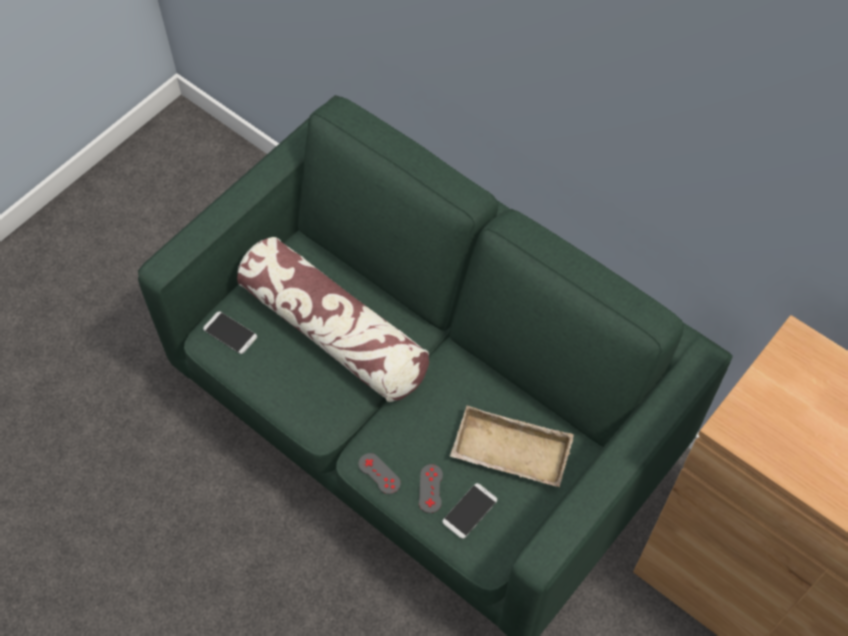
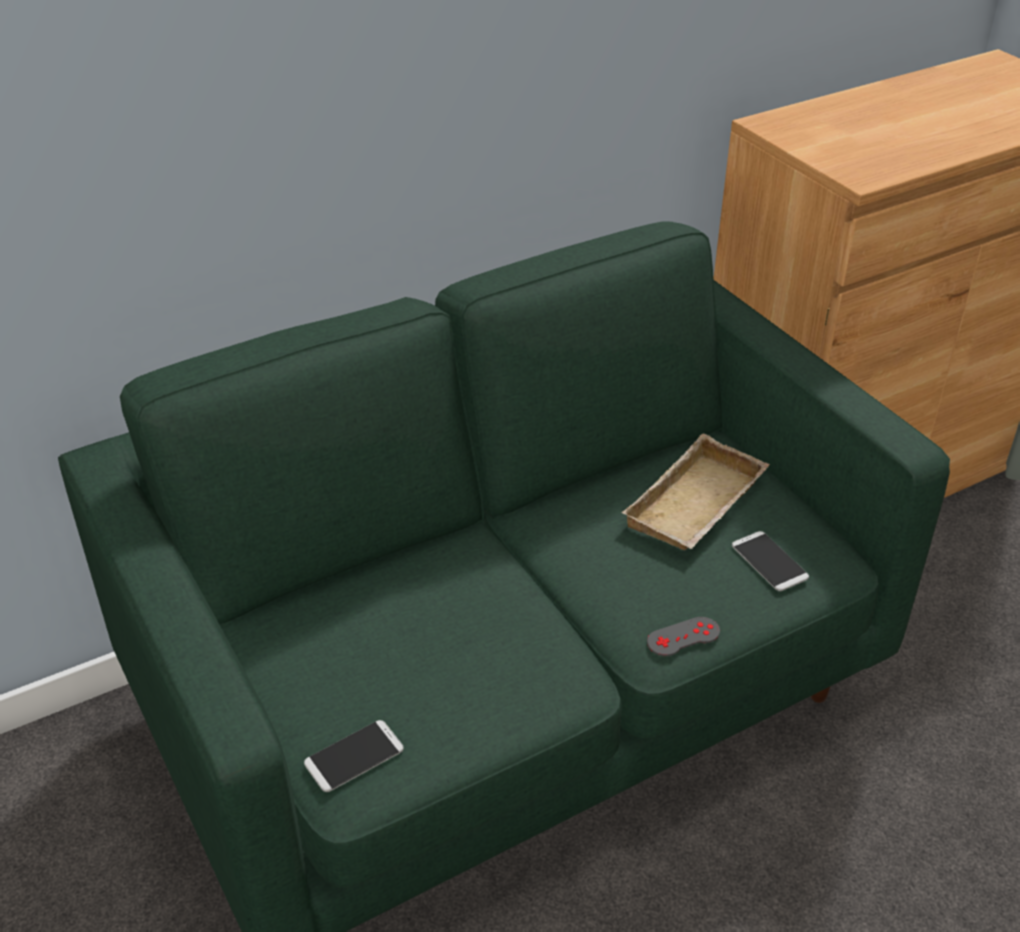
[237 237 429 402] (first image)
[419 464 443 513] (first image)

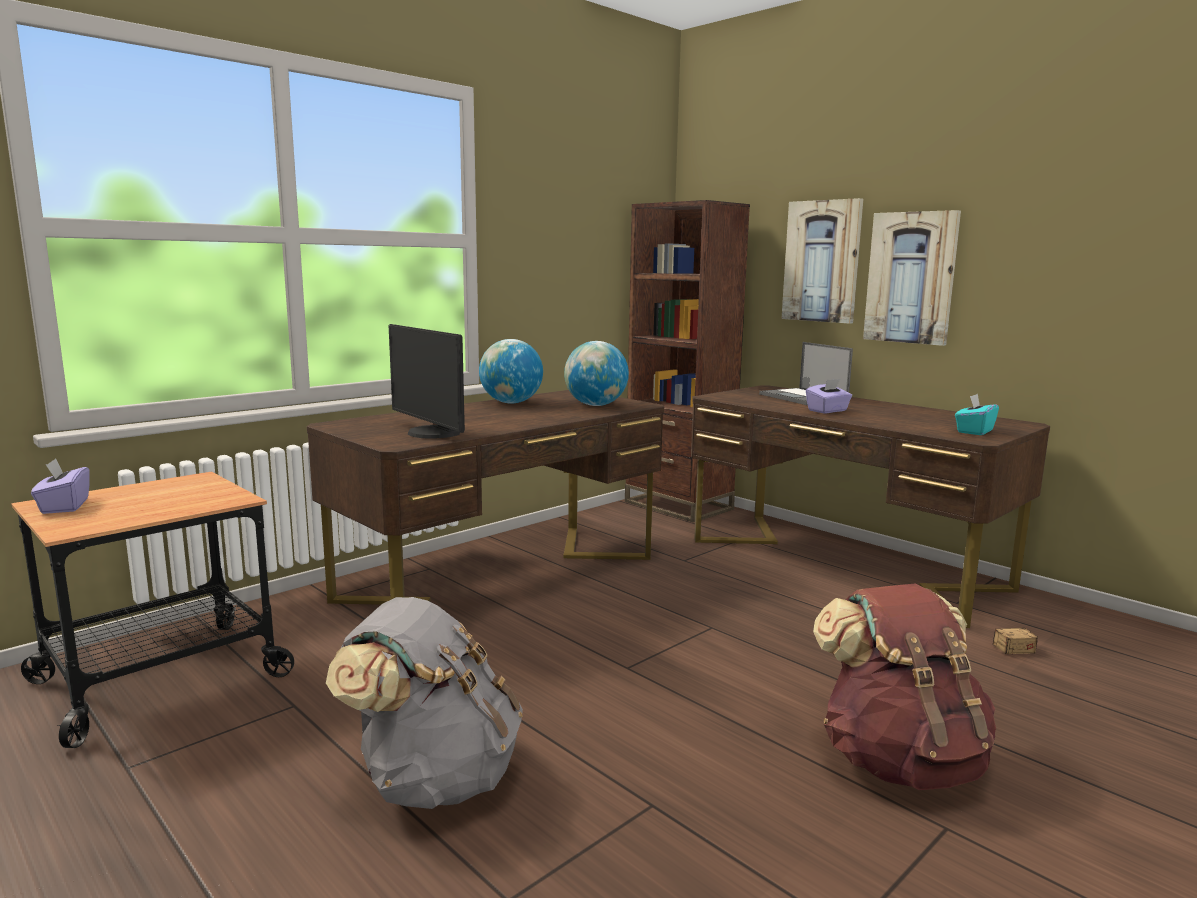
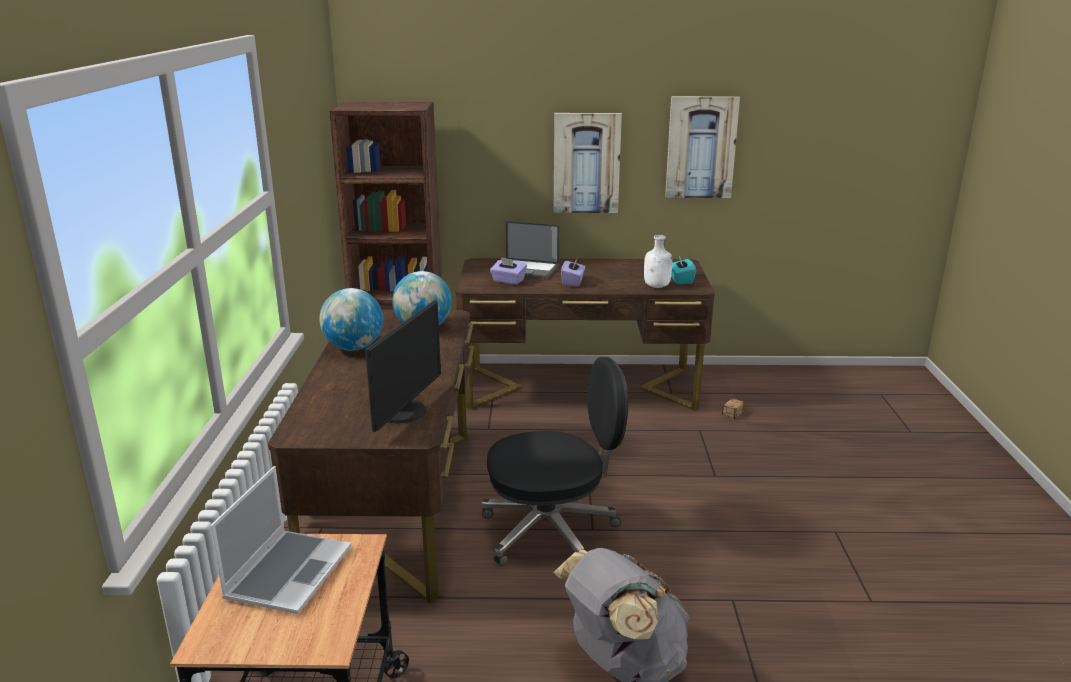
[813 583 996 790] (first image)
[210 466 351 614]
[481 357 628 566]
[644 235 672 288]
[490 257 527 285]
[665 96 740 198]
[365 300 441 432]

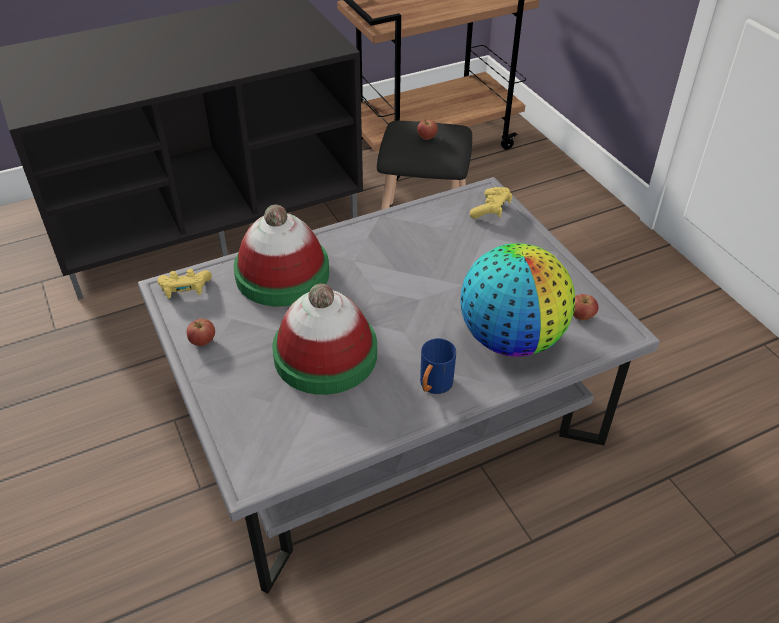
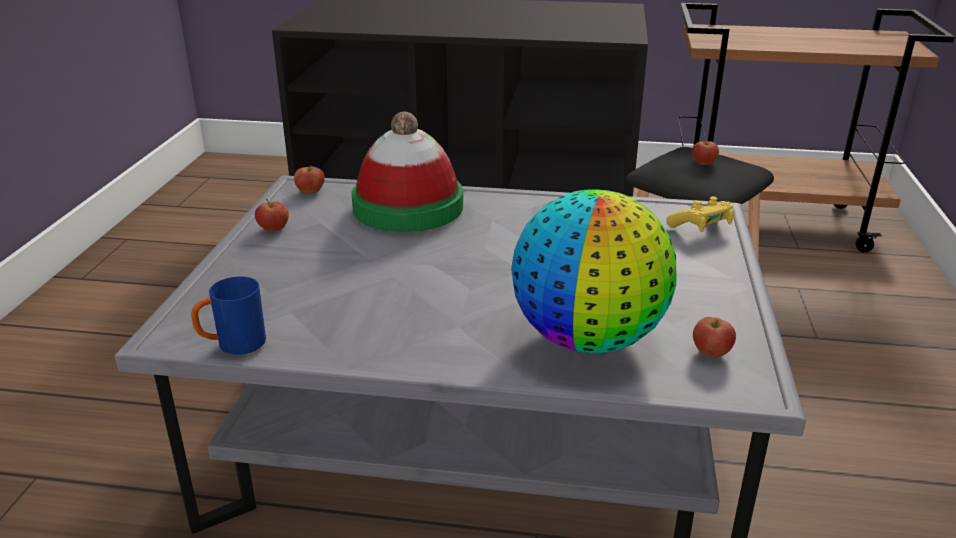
[272 284 377 395] (first image)
[191 276 266 355]
[294 165 325 194]

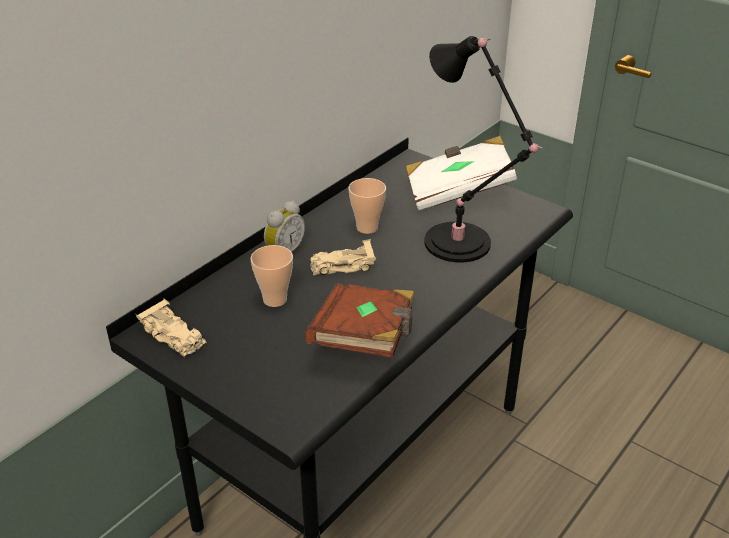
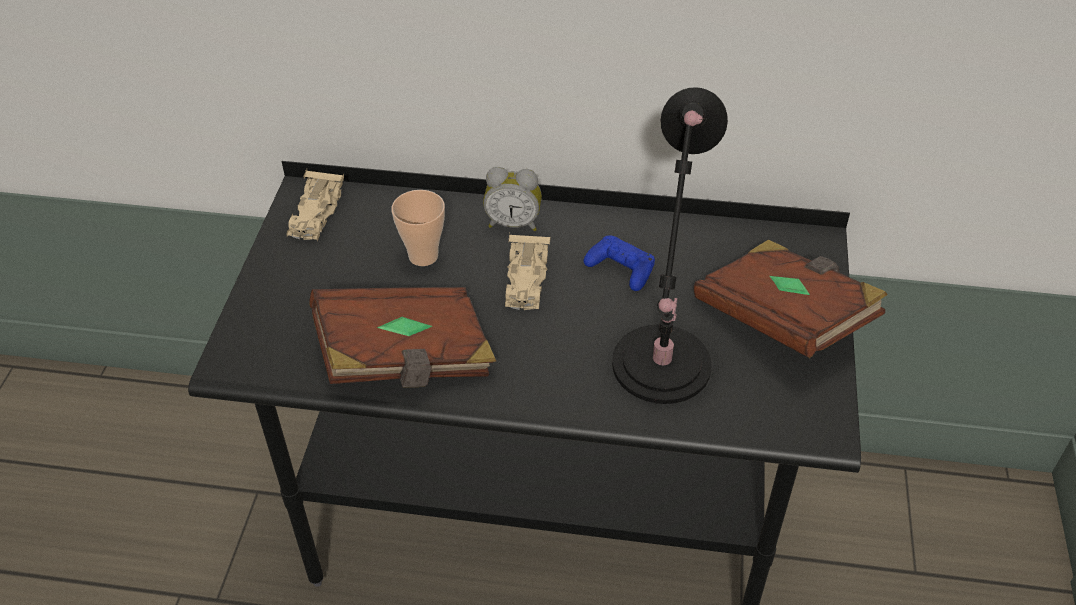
[583 235 655 291]
[694 239 888 358]
[505 233 551 310]

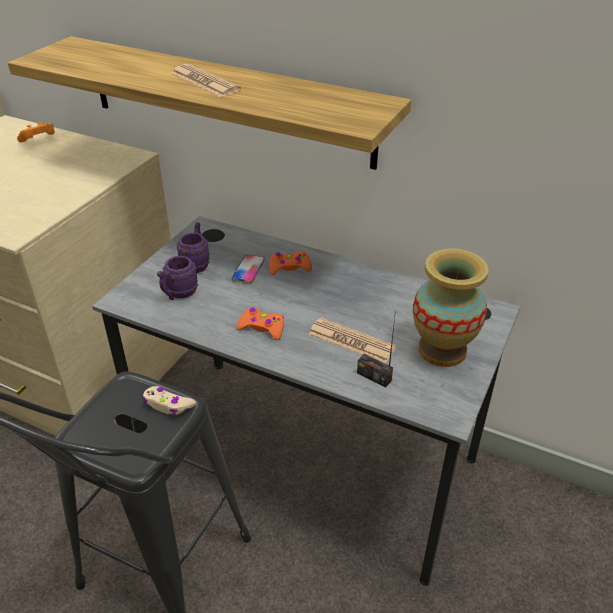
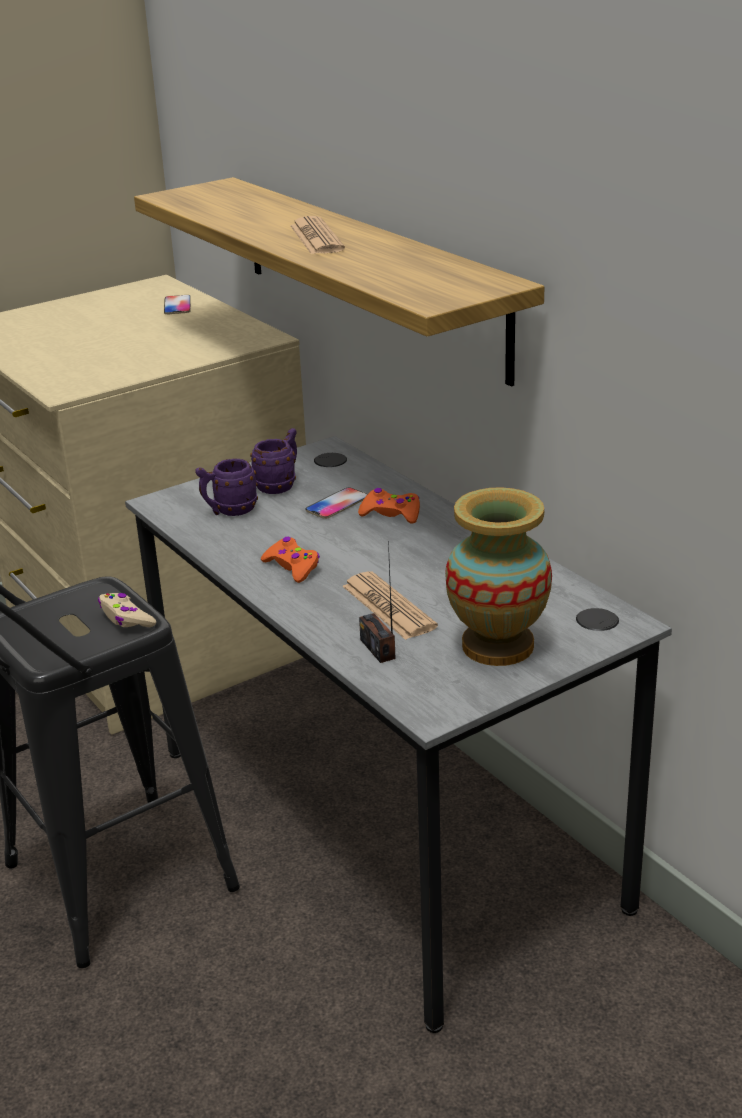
[164 295 191 314]

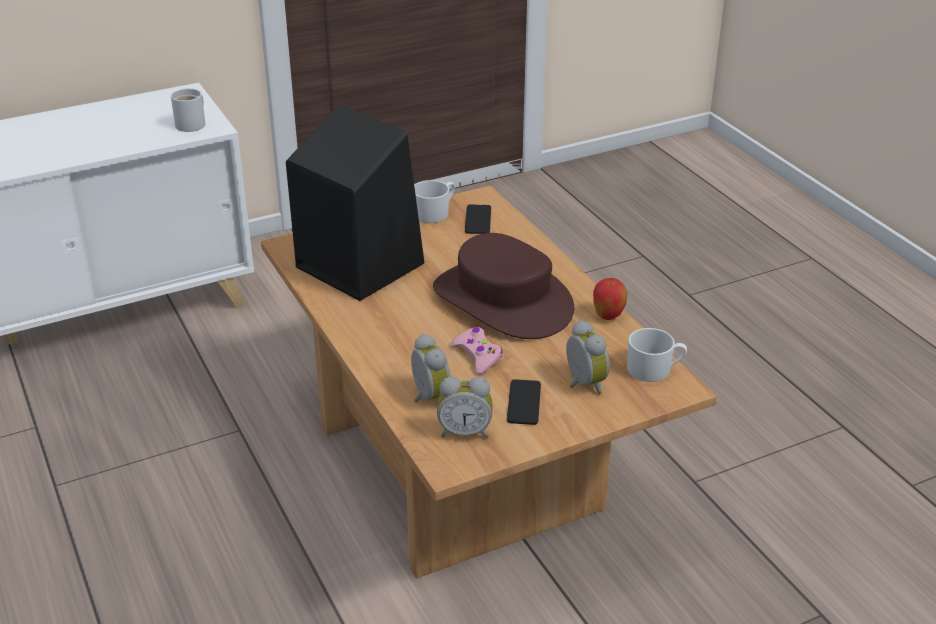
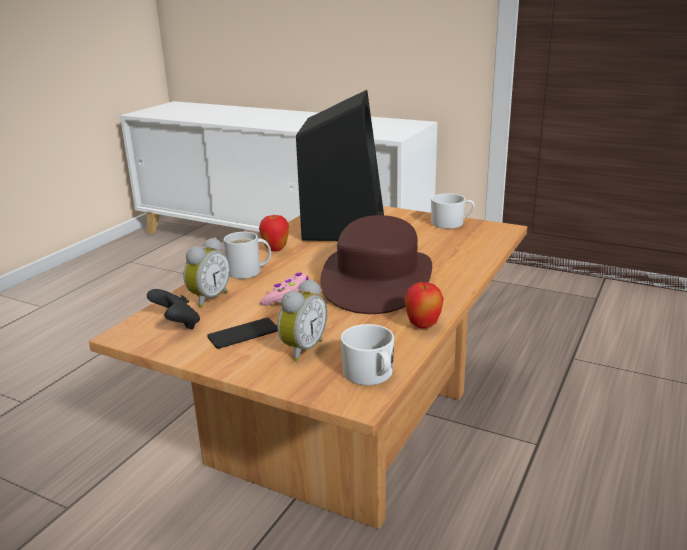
[465 205 491 234] (first image)
[259 214 289 251]
[224 232 271 279]
[147 289 200 329]

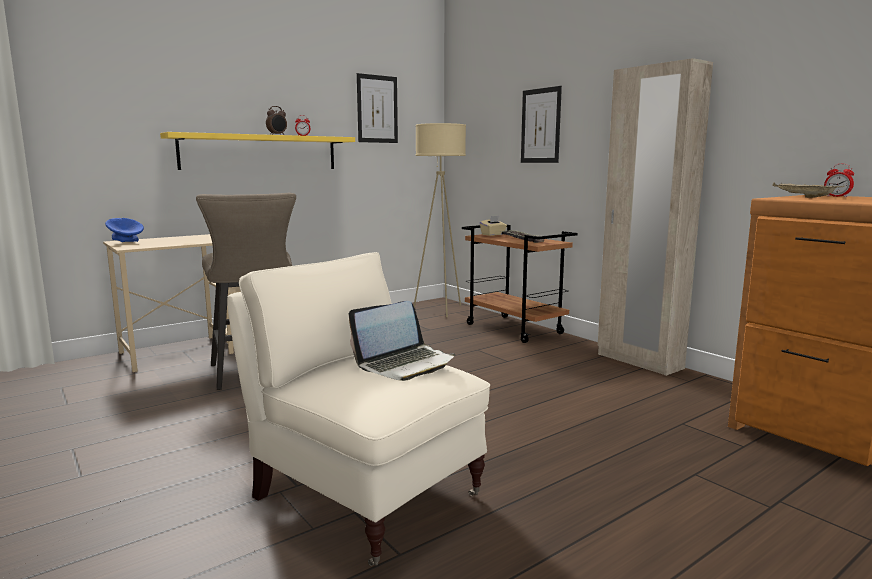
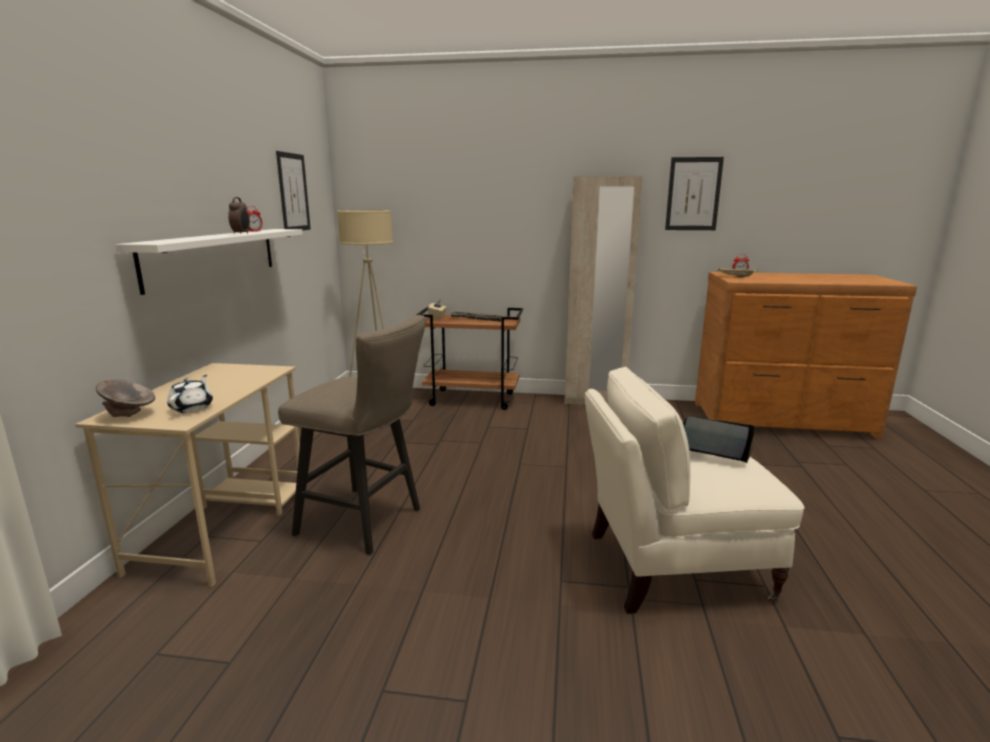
[167 375 213 413]
[665 157 724 230]
[96 380 155 417]
[116 229 303 295]
[683 416 755 463]

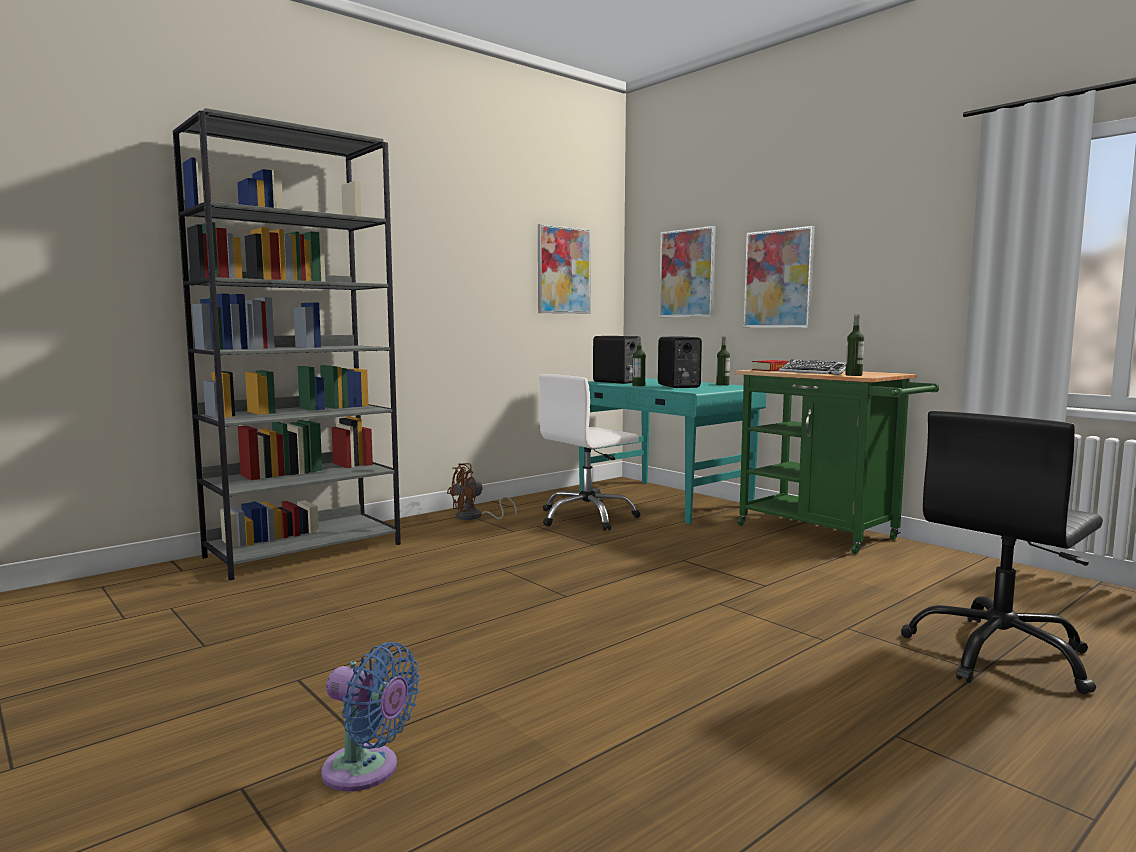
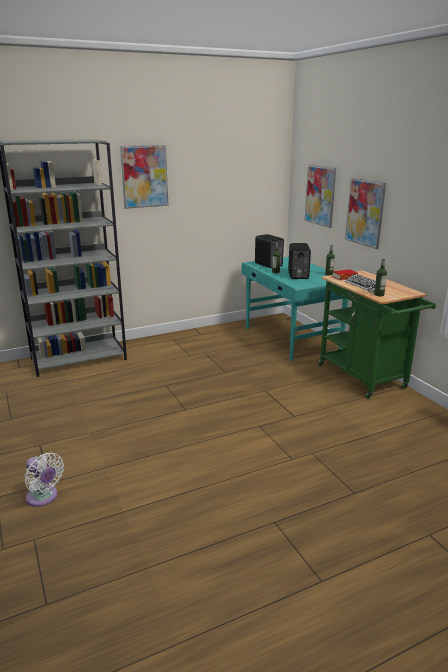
[447 463 517 520] (first image)
[539 374 640 531] (first image)
[901 411 1103 694] (first image)
[120 145 168 209]
[24 453 64 507]

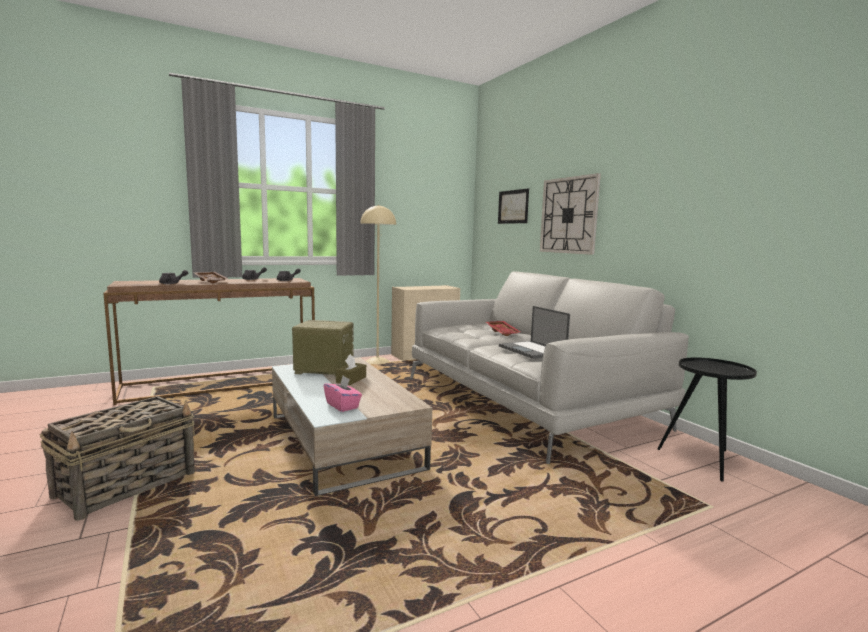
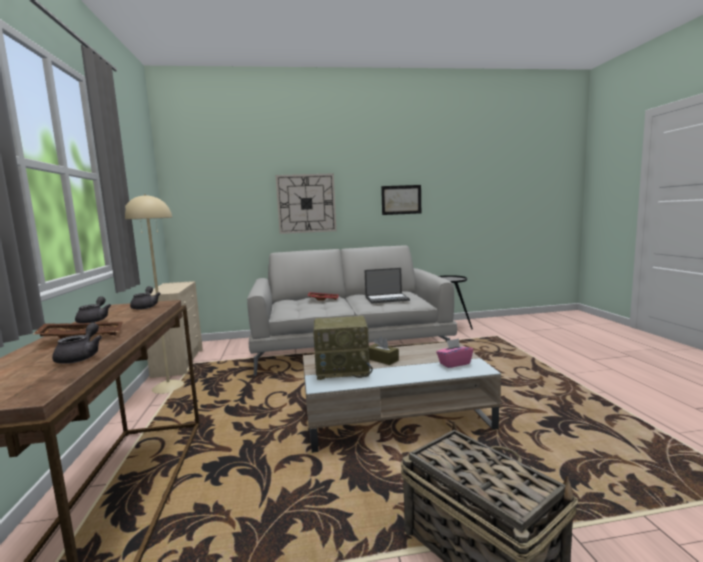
[381 185 421 215]
[313 316 373 380]

